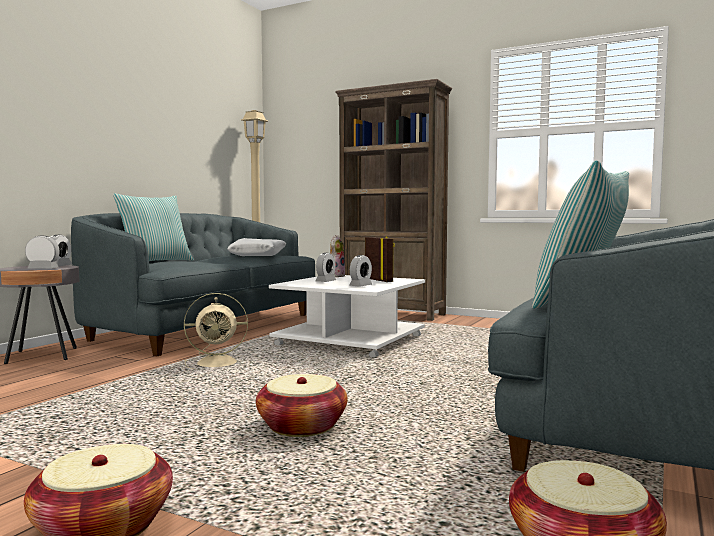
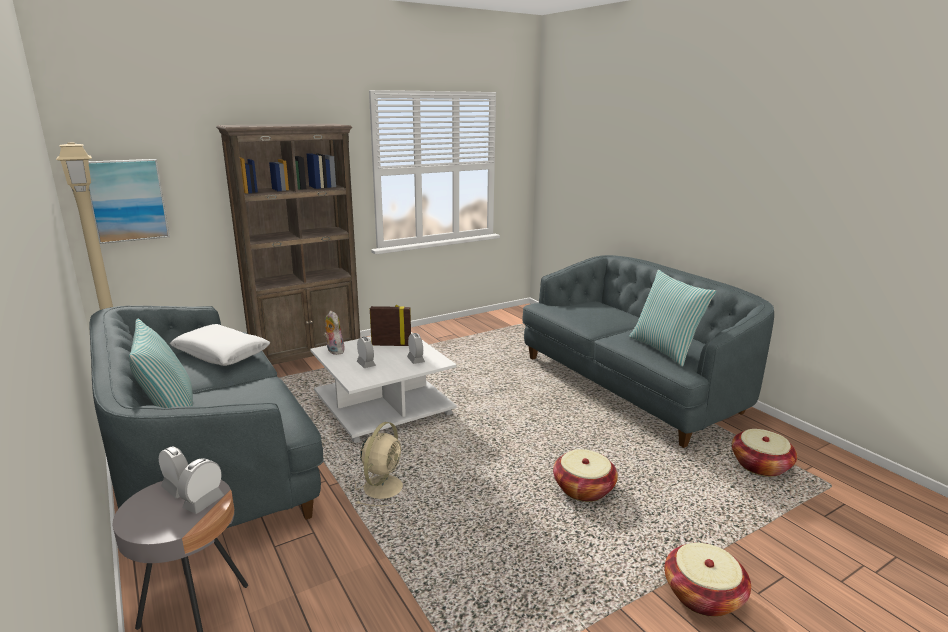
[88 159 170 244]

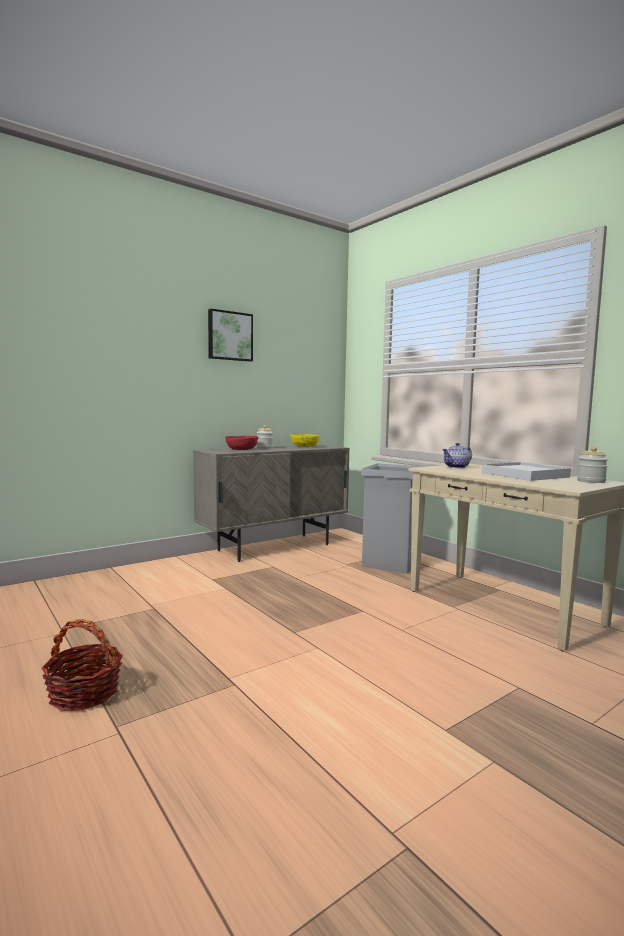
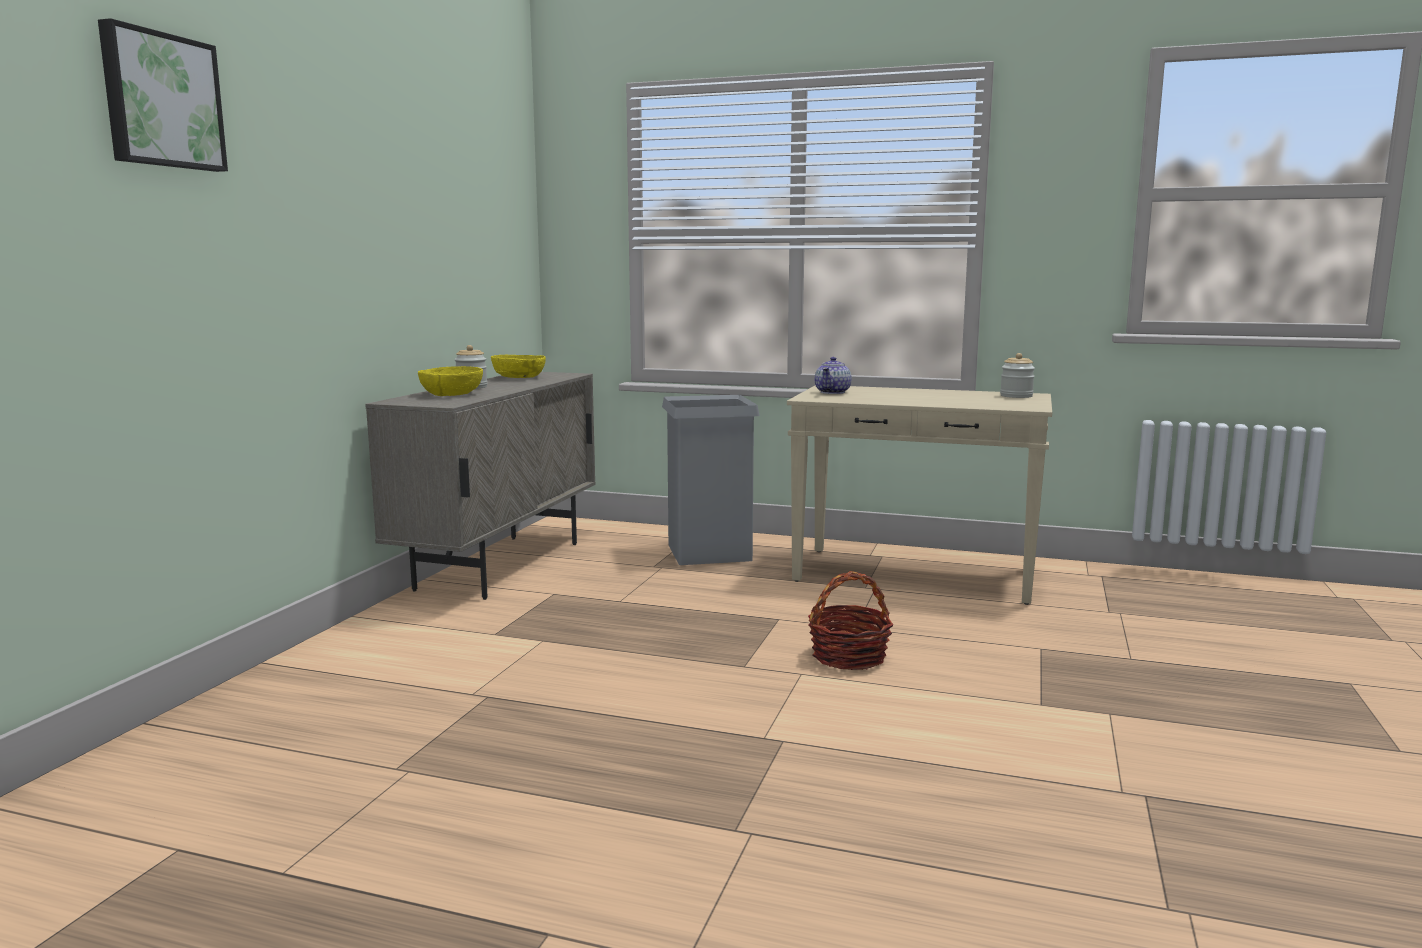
[482 462 571 481] (first image)
[808 571 893 670]
[98 18 228 172]
[418 366 483 396]

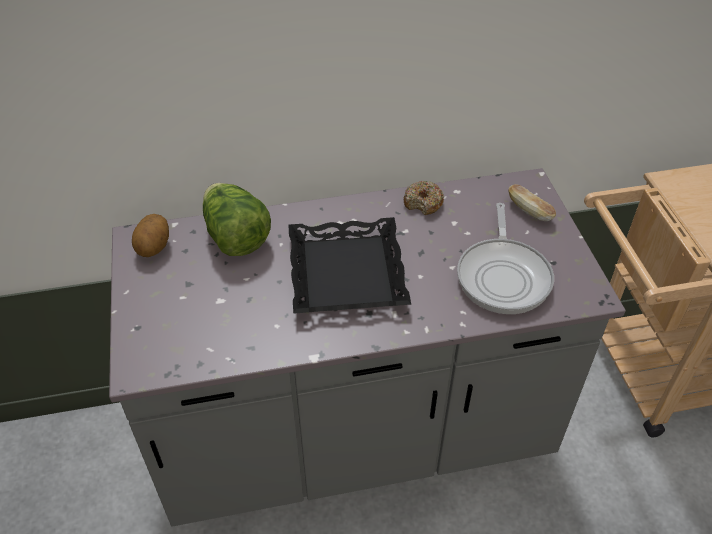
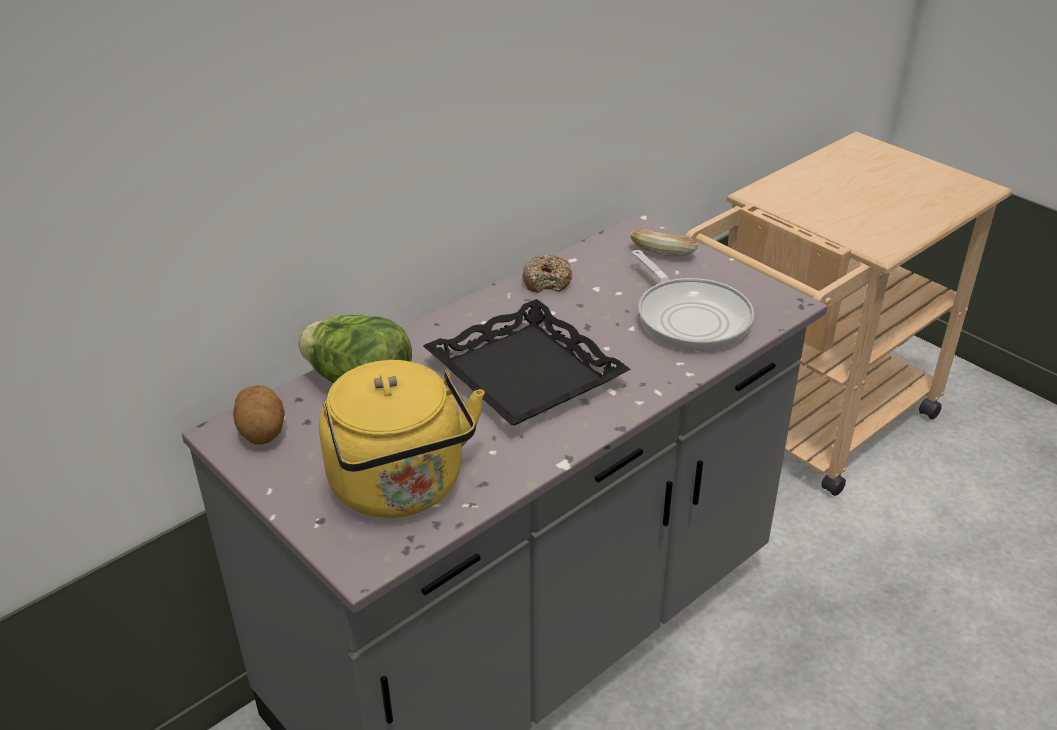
[319 360 485 518]

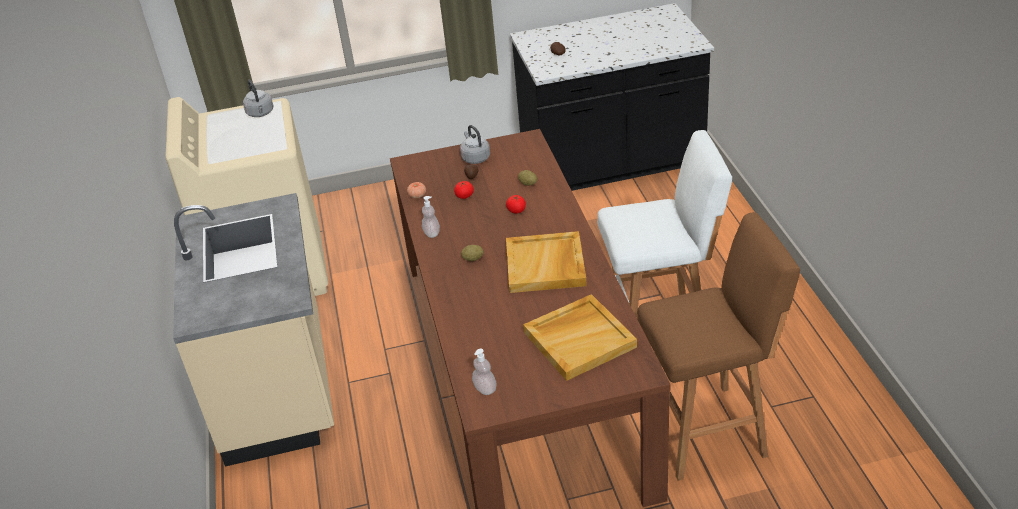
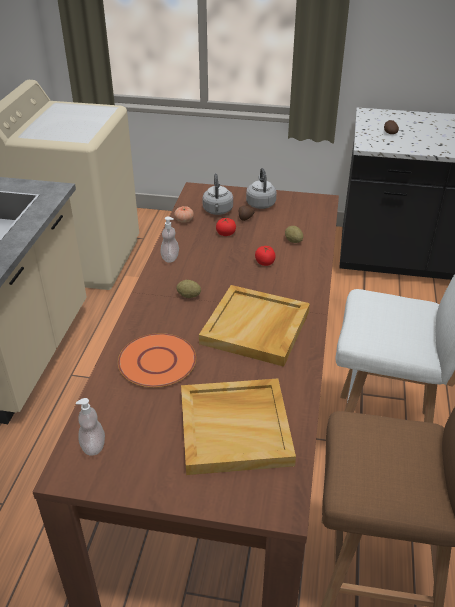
[118 333 196 387]
[202 173 233 215]

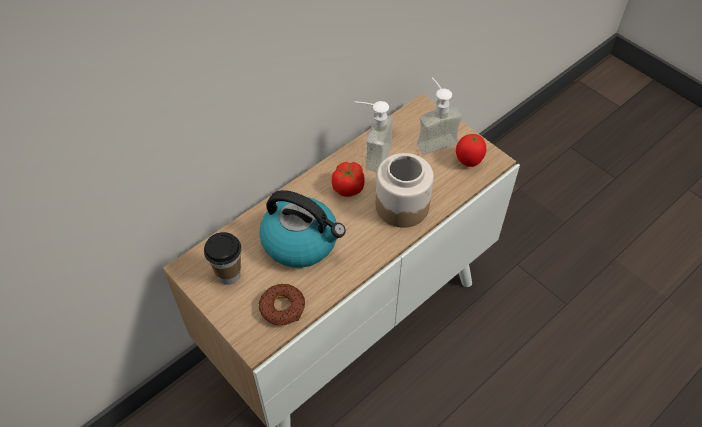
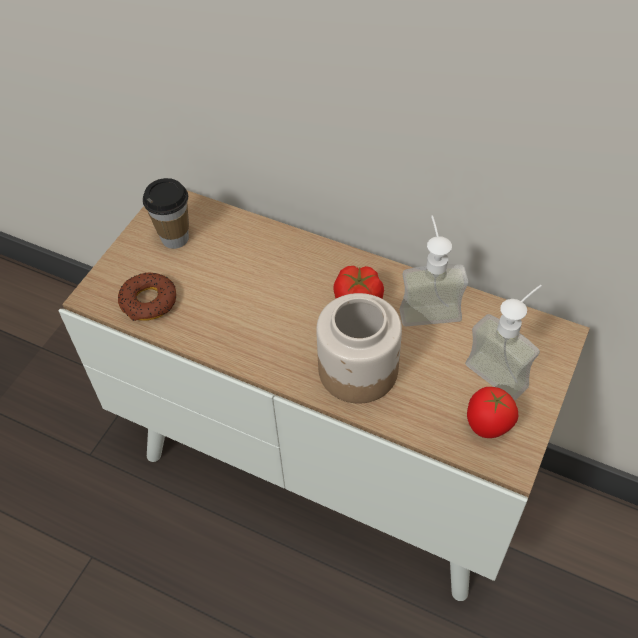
[259 190 346 268] (first image)

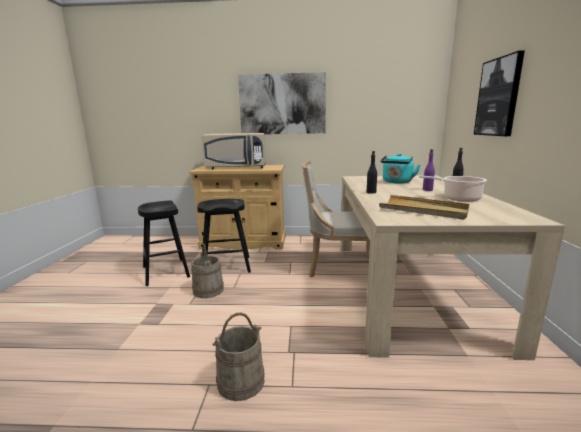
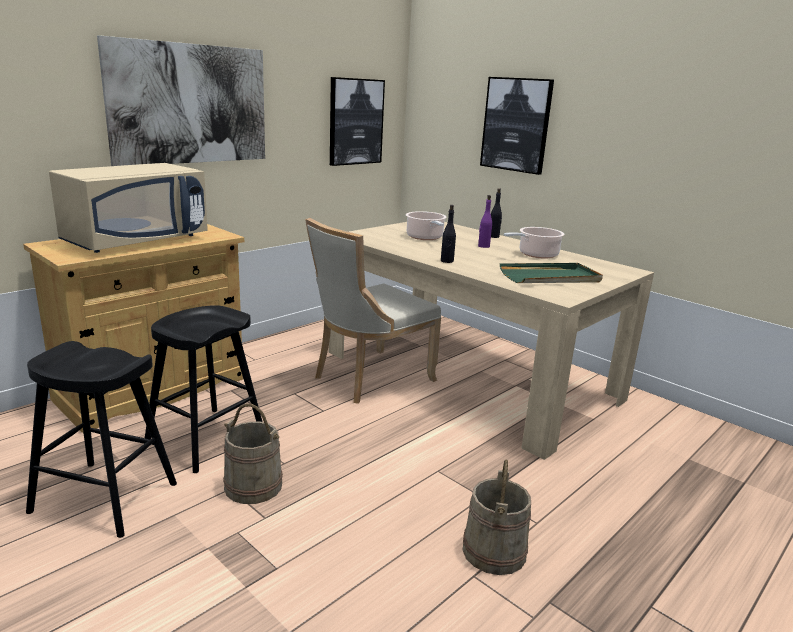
[330 77 385 166]
[406 211 447 240]
[500 263 603 283]

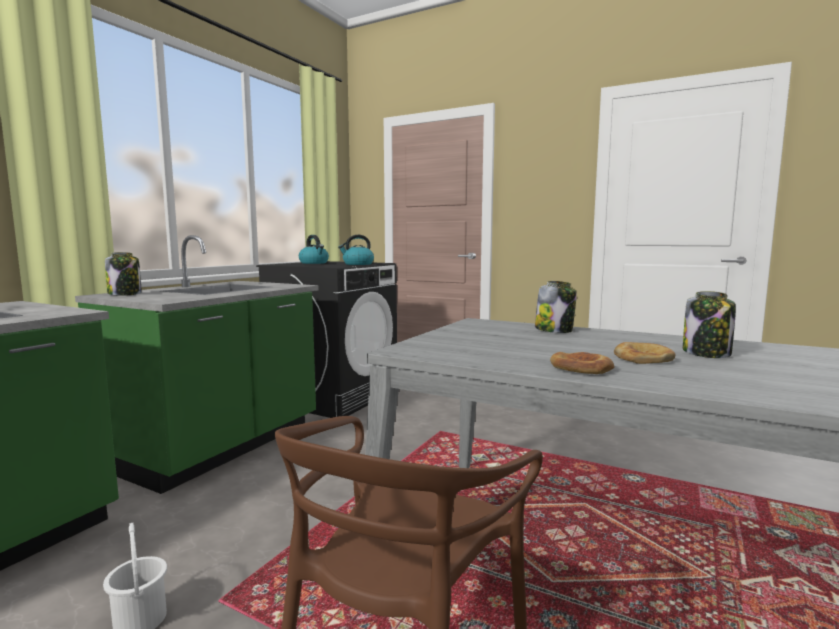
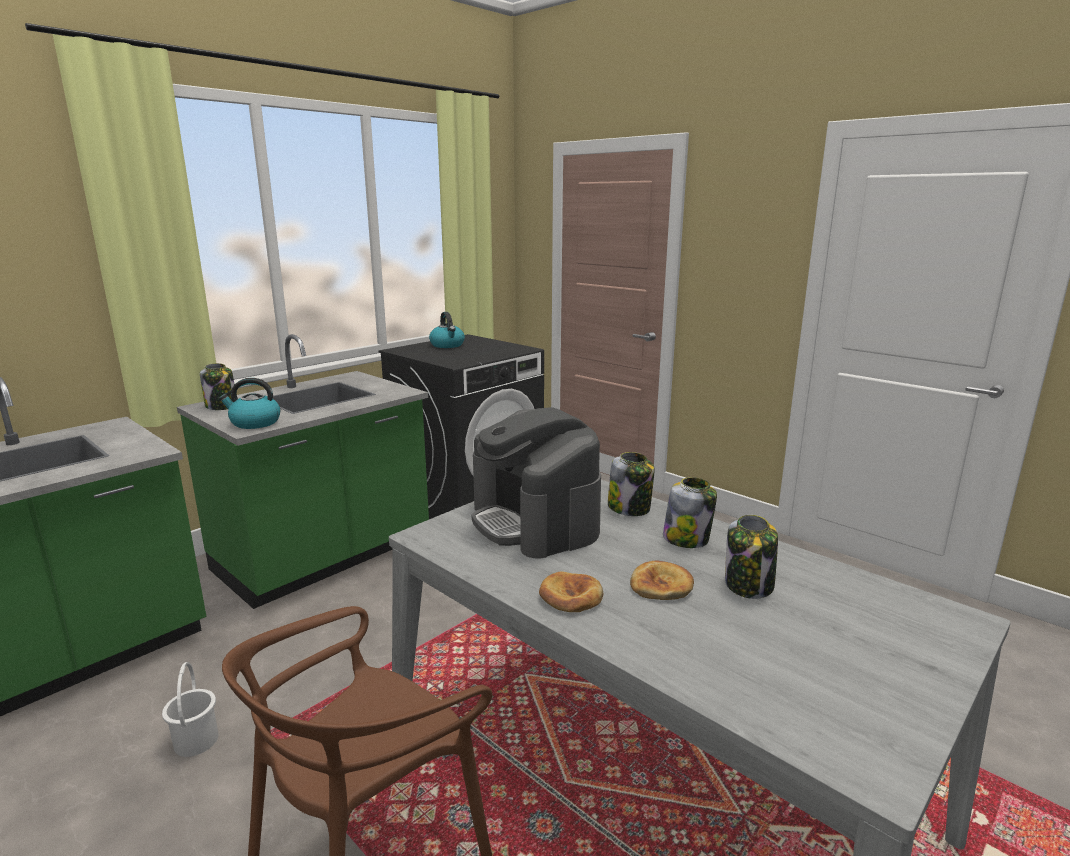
[471 407 601 559]
[663 477 717 548]
[219 378 281 429]

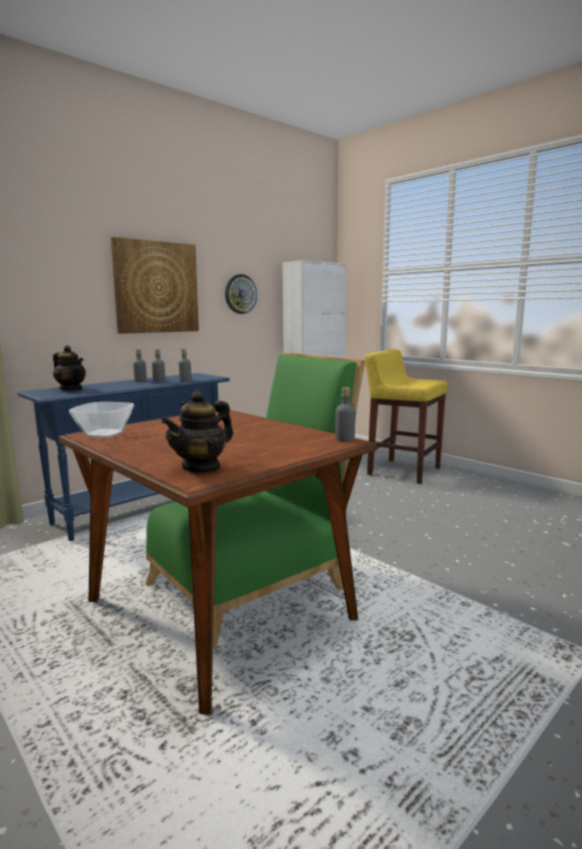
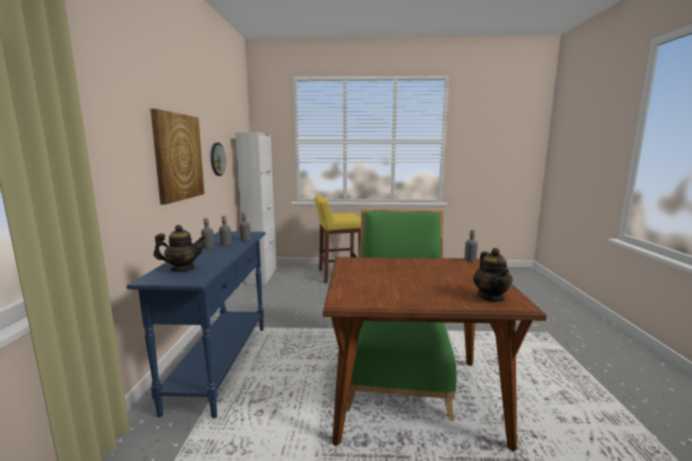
[69 402 134 438] (first image)

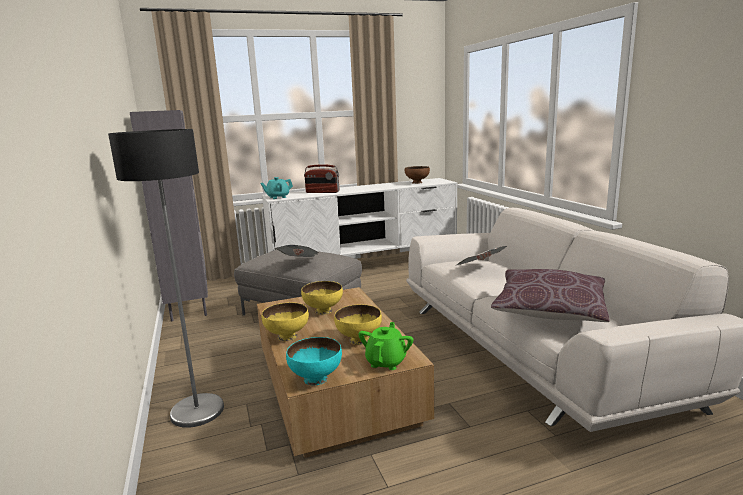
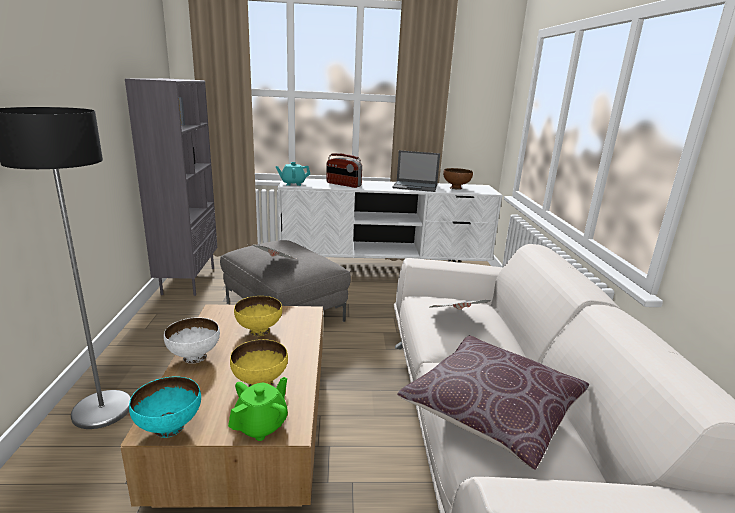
[392 150 440 192]
[164 317 220 364]

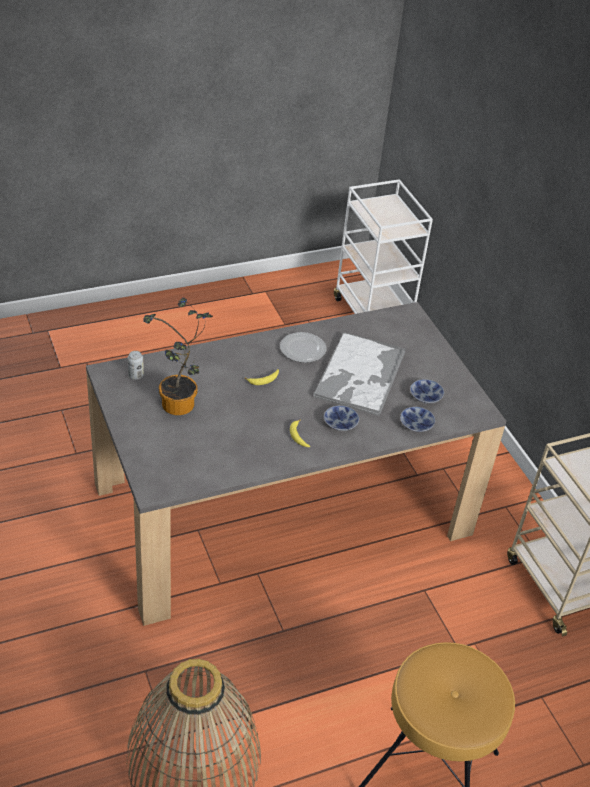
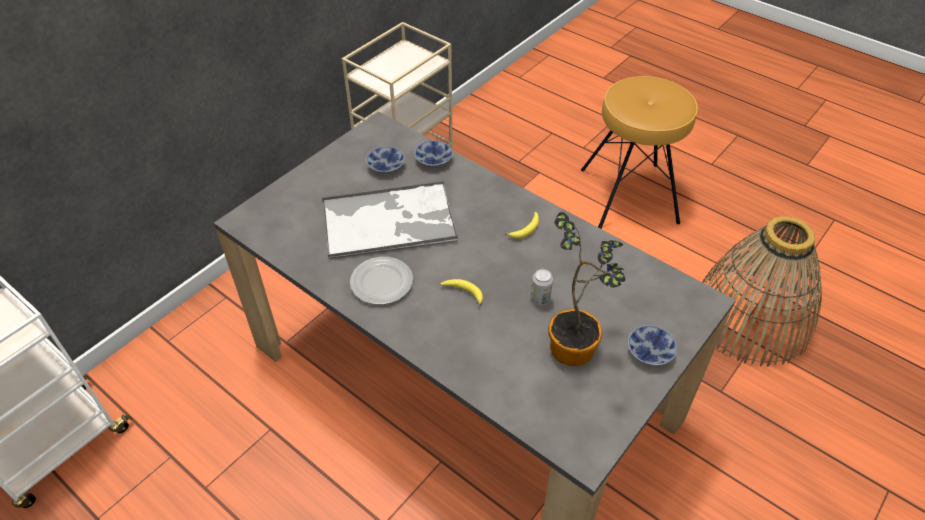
[531 269 553 305]
[628 325 677 366]

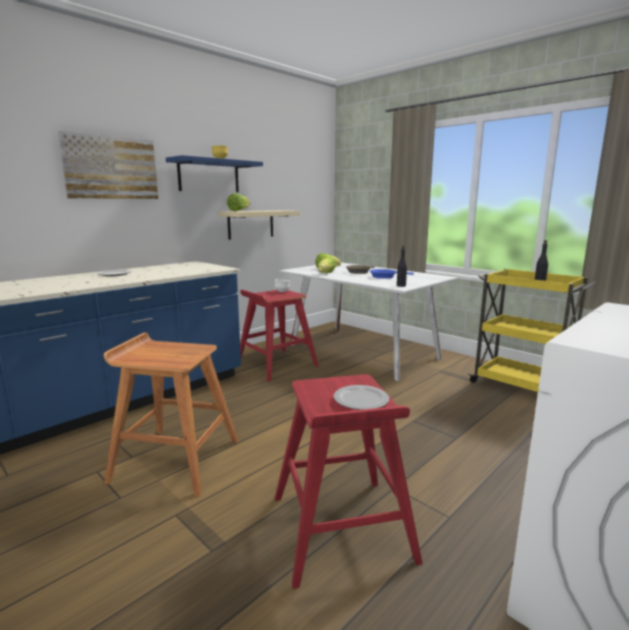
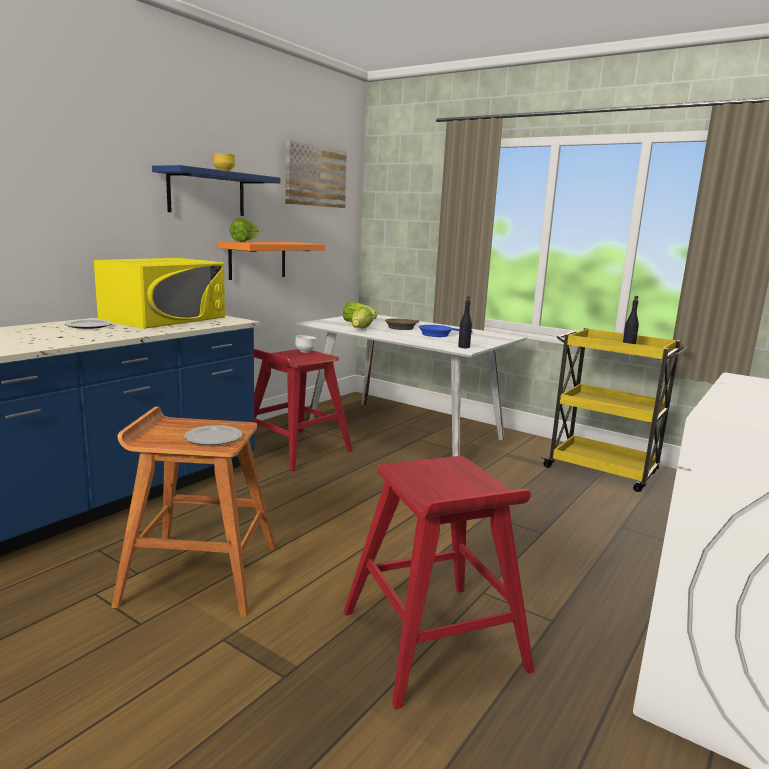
[94 258 225 329]
[285 140 347 208]
[184 425 242 445]
[217 241 325 280]

